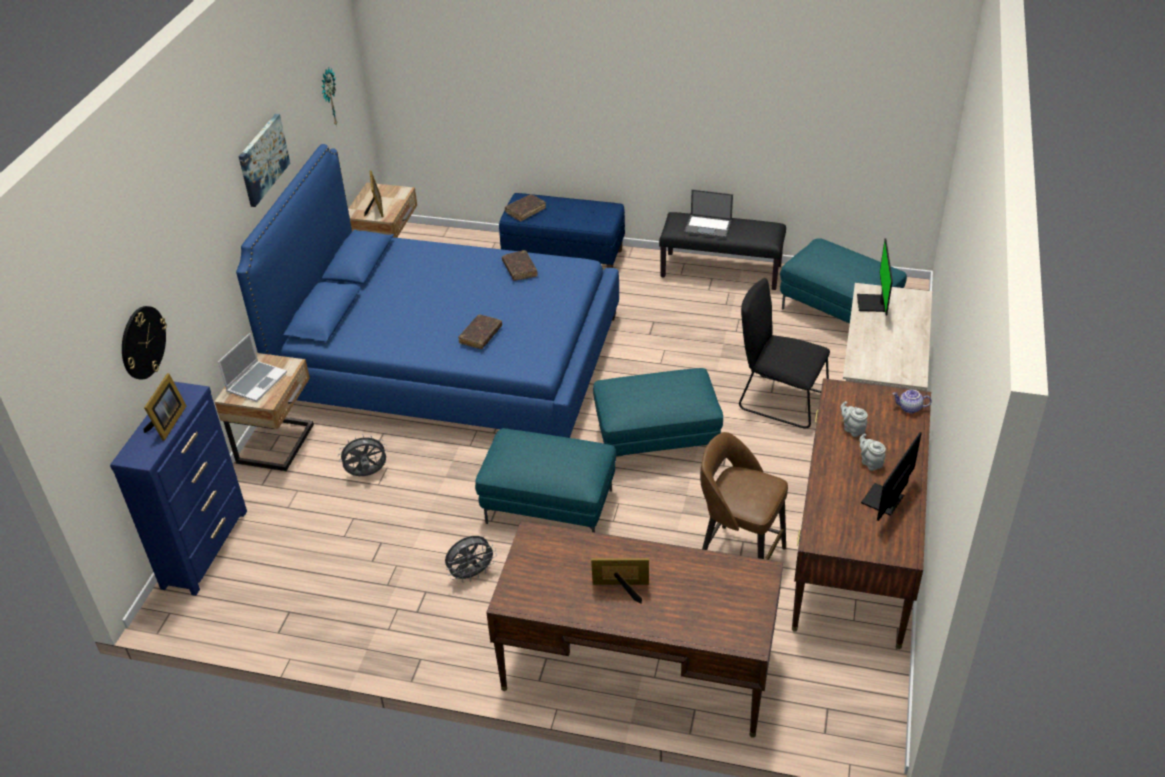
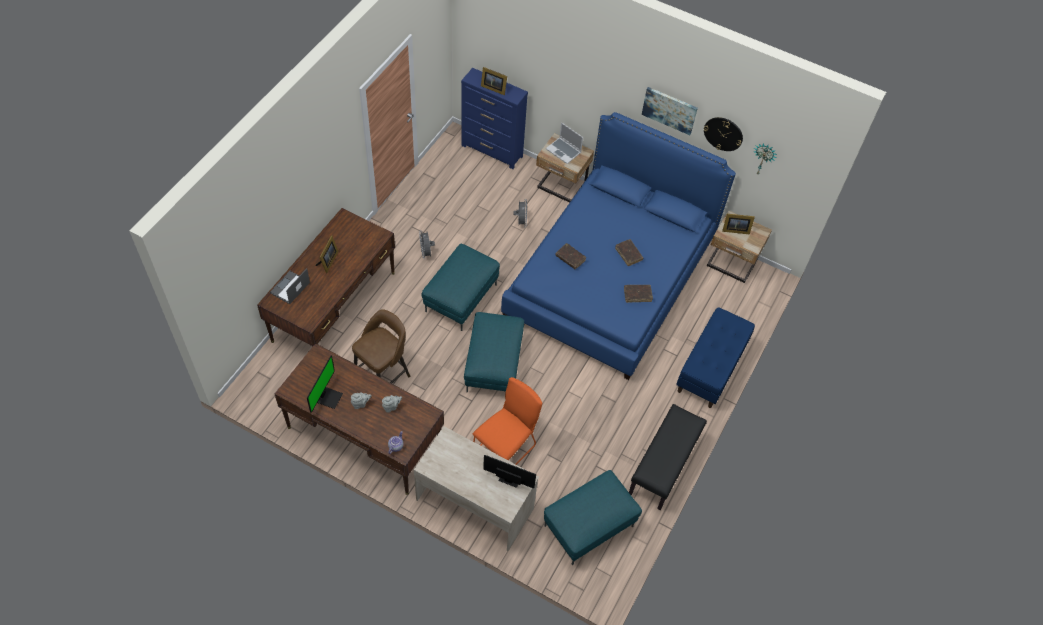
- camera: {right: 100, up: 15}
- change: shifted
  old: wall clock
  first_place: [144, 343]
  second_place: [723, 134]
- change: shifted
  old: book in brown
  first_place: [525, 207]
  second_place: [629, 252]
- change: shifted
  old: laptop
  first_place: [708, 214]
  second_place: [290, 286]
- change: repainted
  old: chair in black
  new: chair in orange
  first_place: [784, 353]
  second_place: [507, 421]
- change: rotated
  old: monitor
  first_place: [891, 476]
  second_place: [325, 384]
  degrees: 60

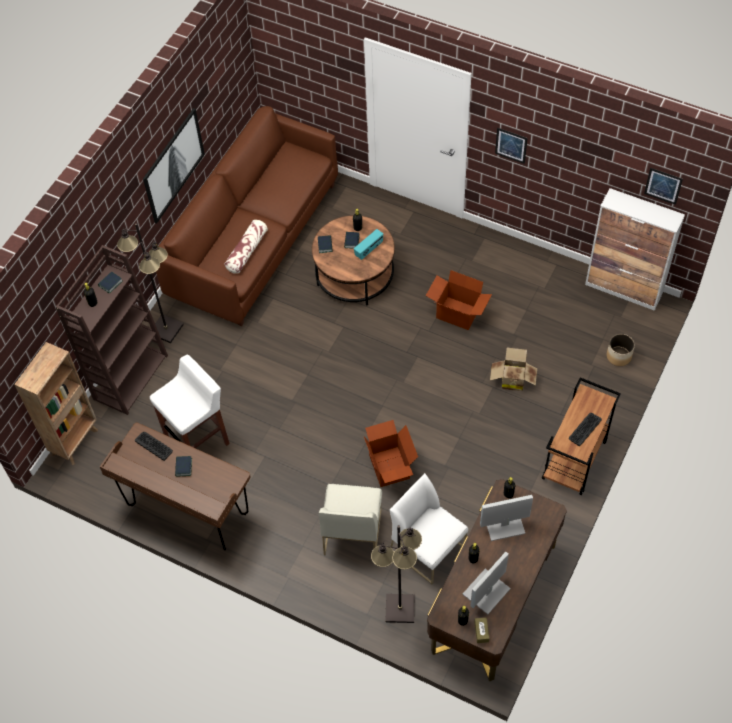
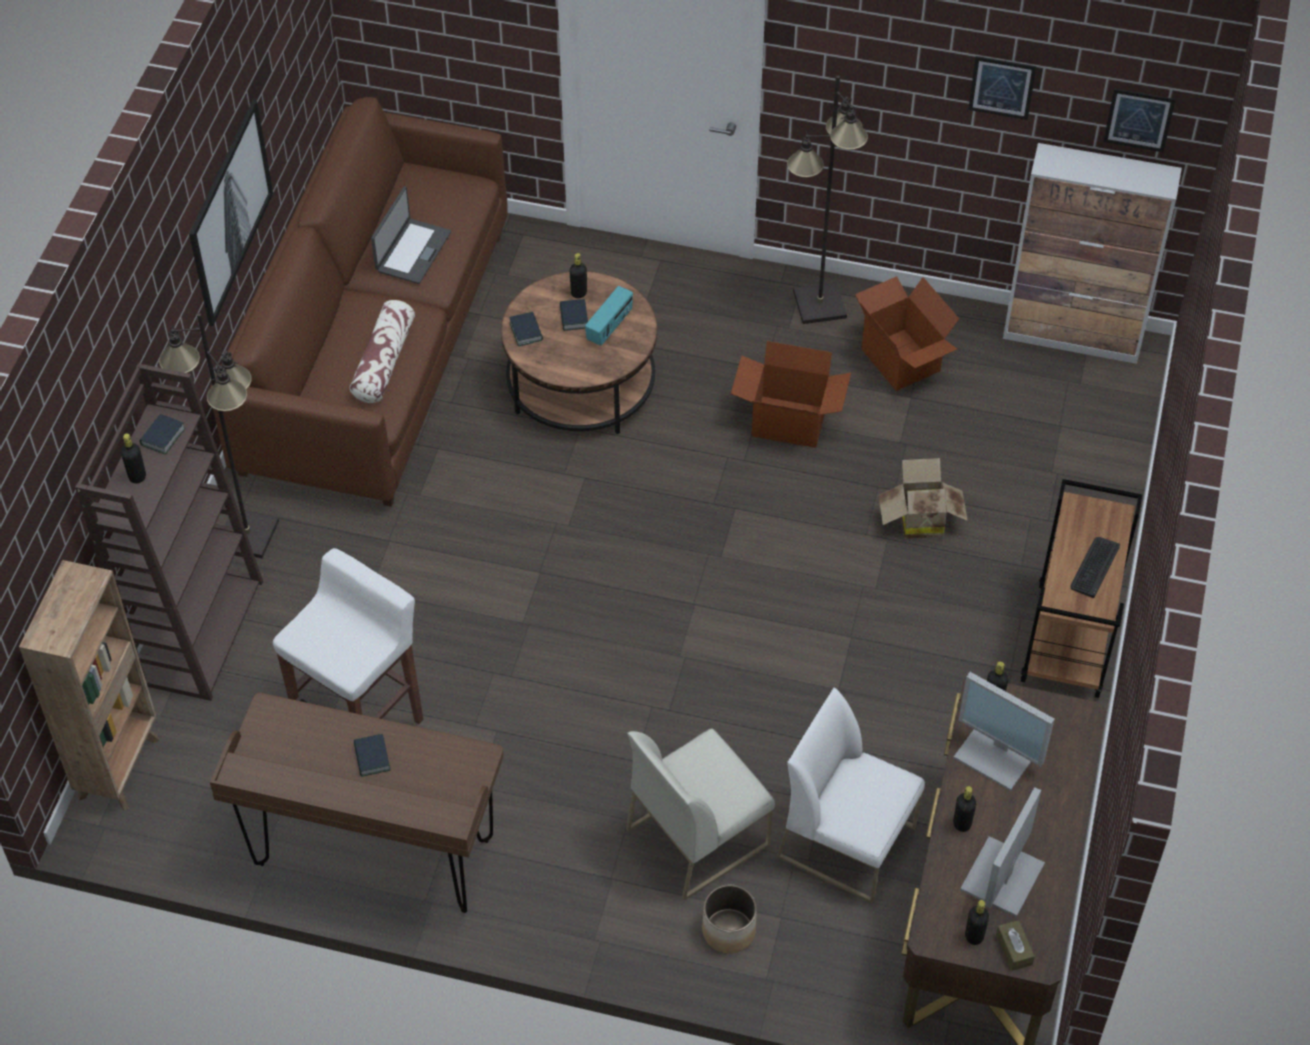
- camera: {right: -15, up: -5}
- change: gone
  old: keyboard
  first_place: [154, 446]
- change: new
  new: laptop
  second_place: [411, 235]
- change: shifted
  old: cardboard box
  first_place: [391, 453]
  second_place: [907, 333]
- change: shifted
  old: floor lamp in black
  first_place: [396, 574]
  second_place: [827, 199]
- change: shifted
  old: picture
  first_place: [511, 146]
  second_place: [1002, 88]
- change: shifted
  old: planter
  first_place: [621, 350]
  second_place: [729, 919]
- change: rotated
  old: chair in white
  first_place: [350, 519]
  second_place: [700, 814]
  degrees: 60
- change: rotated
  old: monitor
  first_place: [506, 518]
  second_place: [1004, 731]
  degrees: -120

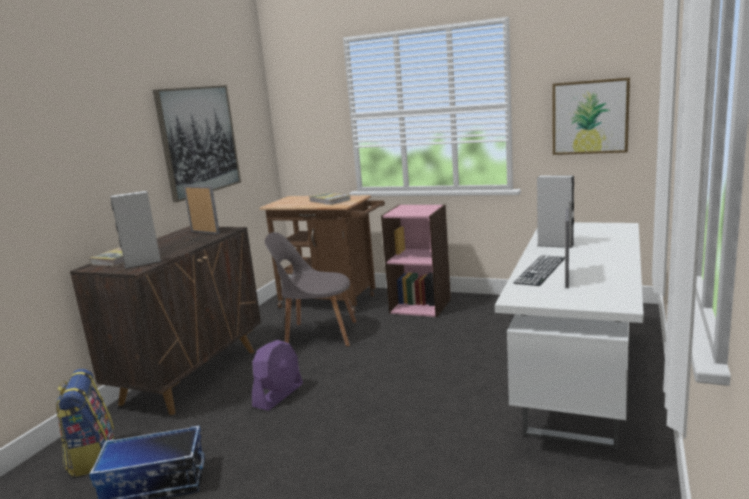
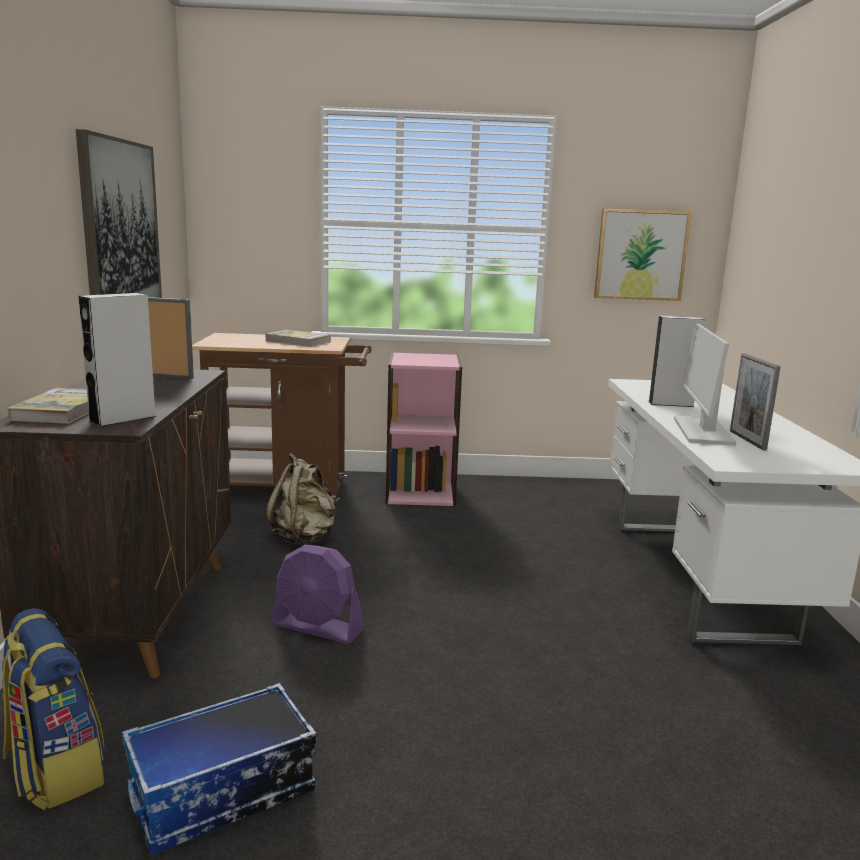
- camera: {right: -25, up: 0}
- change: swapped
  old: chair in grey
  new: backpack in beige
  first_place: [310, 289]
  second_place: [301, 498]
- change: swapped
  old: keyboard
  new: monitor
  first_place: [539, 270]
  second_place: [705, 384]
- change: rotated
  old: fan in purple
  first_place: [277, 375]
  second_place: [318, 594]
  degrees: 105

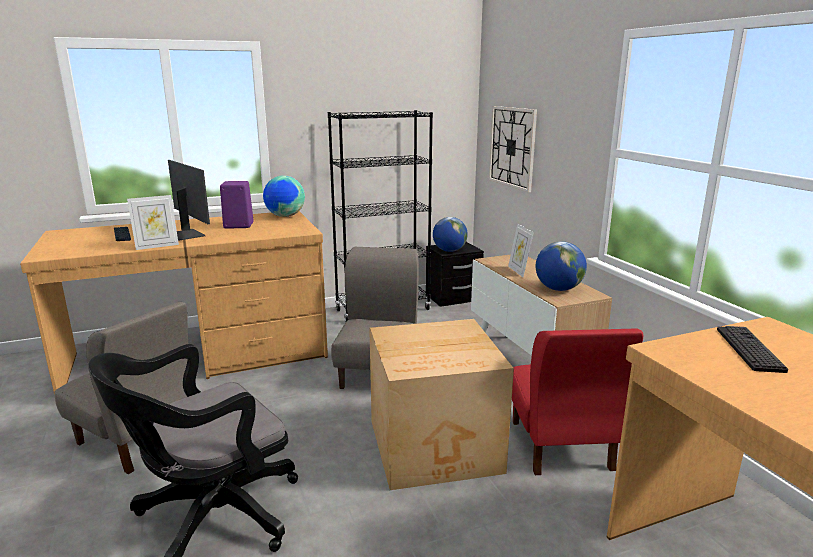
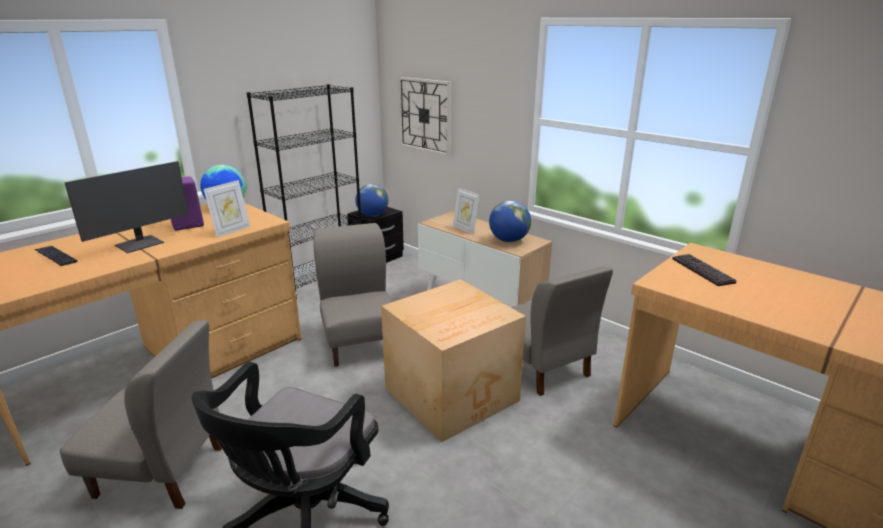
- camera: {right: -25, up: 5}
- change: shifted
  old: picture frame
  first_place: [153, 222]
  second_place: [226, 209]
- change: repainted
  old: chair in red
  new: chair in grey
  first_place: [577, 401]
  second_place: [562, 331]
- change: rotated
  old: monitor
  first_place: [189, 200]
  second_place: [126, 207]
  degrees: 105

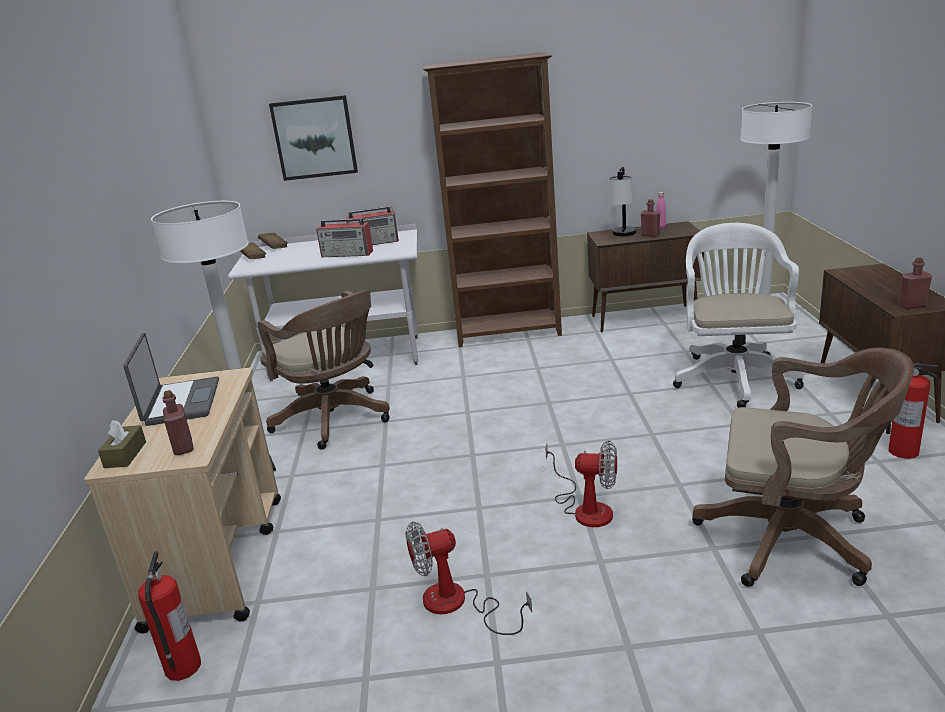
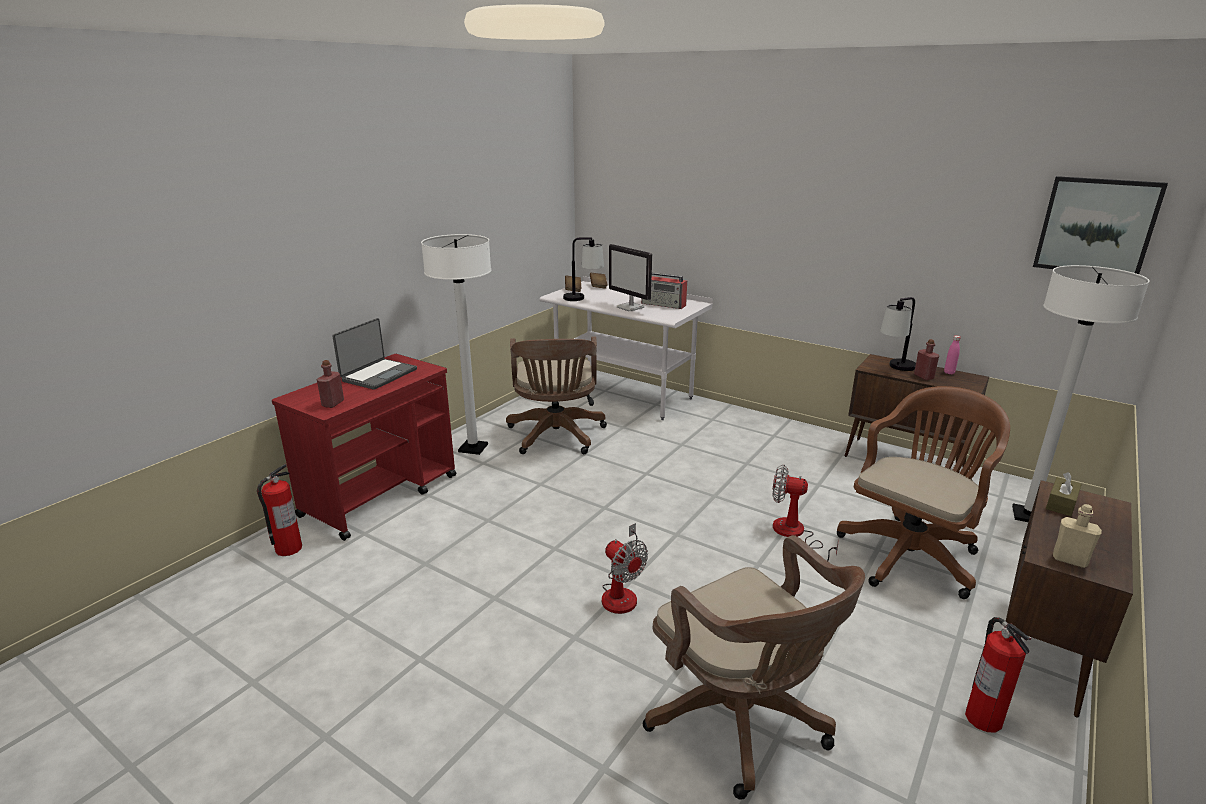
- camera: {right: 35, up: 0}
- change: gone
  old: bookcase in brown
  first_place: [492, 199]
- change: new
  new: table lamp
  second_place: [583, 269]
- change: shifted
  old: tissue box in brown
  first_place: [122, 444]
  second_place: [1064, 494]
- change: shifted
  old: picture
  first_place: [313, 138]
  second_place: [1100, 225]
- change: shifted
  old: fan
  first_place: [469, 578]
  second_place: [805, 512]
- change: swapped
  old: radio
  new: monitor
  first_place: [344, 237]
  second_place: [630, 277]
- change: repainted
  old: cart in beige
  new: cart in red
  first_place: [182, 500]
  second_place: [364, 447]
- change: repainted
  old: office chair in white
  new: office chair in brown
  first_place: [738, 315]
  second_place: [923, 492]
- change: repainted
  old: bottle in red
  new: bottle in beige
  first_place: [915, 283]
  second_place: [1077, 536]

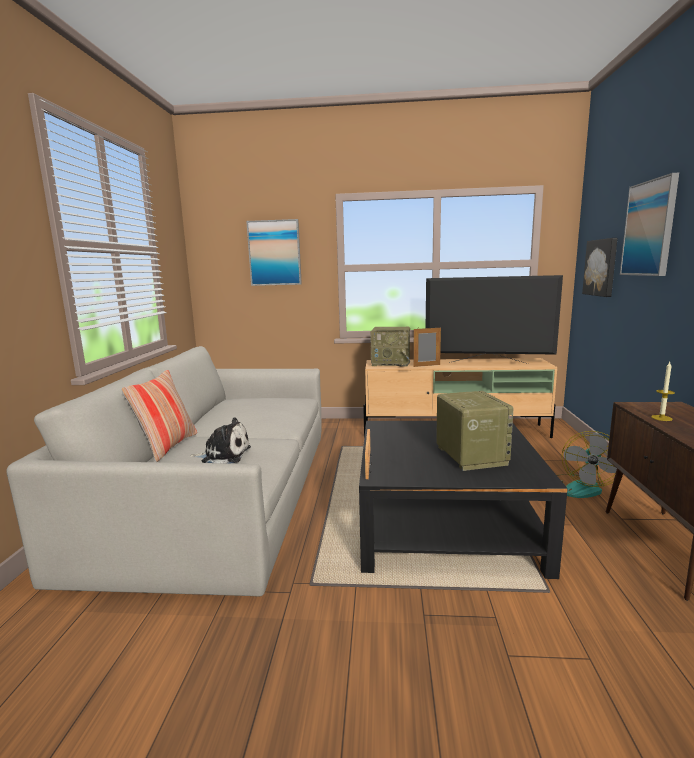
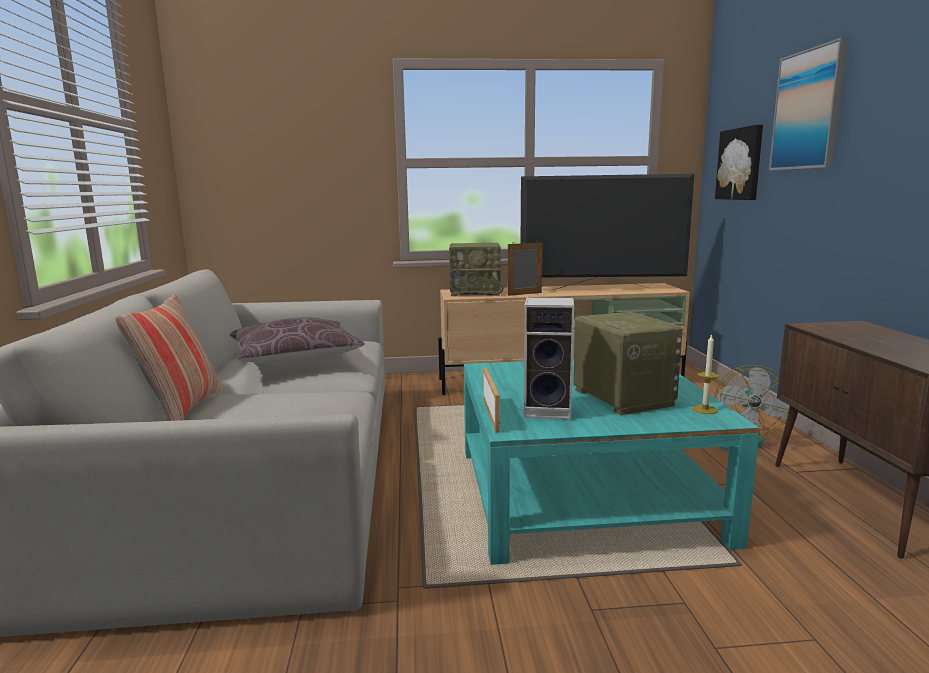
- camera: {right: -10, up: 0}
- change: gone
  old: plush toy
  first_place: [220, 440]
- change: gone
  old: picture
  first_place: [274, 252]
- change: new
  new: pillow in brown
  second_place: [297, 341]
- change: new
  new: speaker
  second_place: [549, 358]
- change: shifted
  old: candle
  first_place: [663, 391]
  second_place: [705, 374]
- change: repainted
  old: coffee table in black
  new: coffee table in turquoise
  first_place: [463, 500]
  second_place: [612, 462]

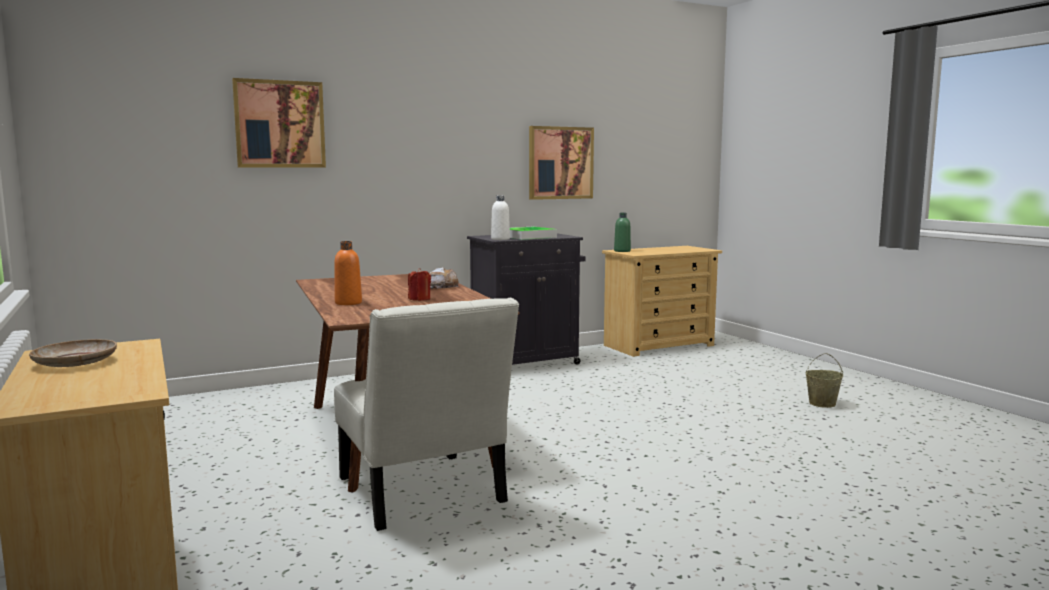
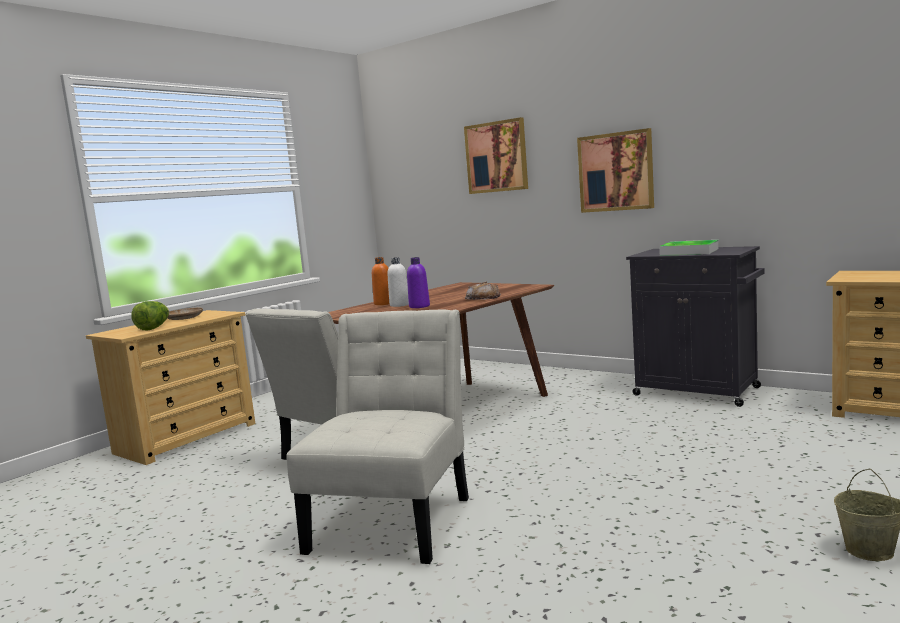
- camera: {right: 65, up: 0}
- change: gone
  old: bottle in green
  first_place: [622, 232]
- change: new
  new: lettuce
  second_place: [150, 315]
- change: new
  new: chair in white
  second_place: [377, 437]
- change: shifted
  old: bottle in white
  first_place: [500, 217]
  second_place: [398, 282]
- change: shifted
  old: picture
  first_place: [561, 163]
  second_place: [615, 170]
- change: swapped
  old: candle in red
  new: bottle in purple
  first_place: [419, 284]
  second_place: [418, 282]

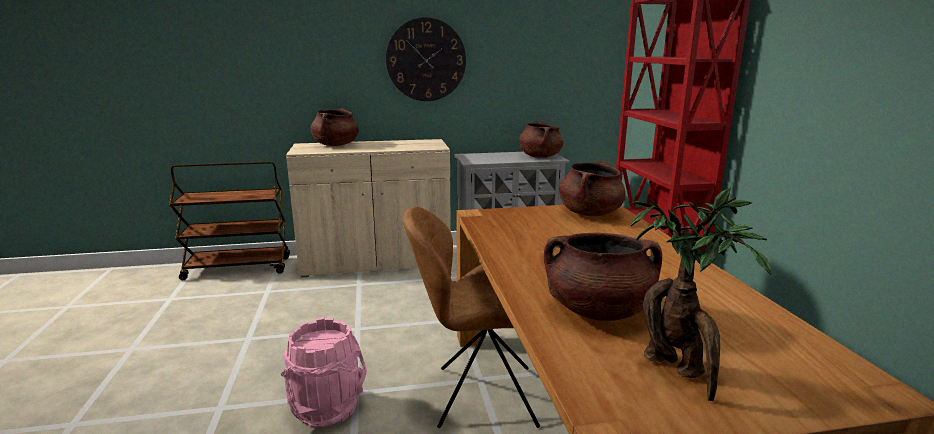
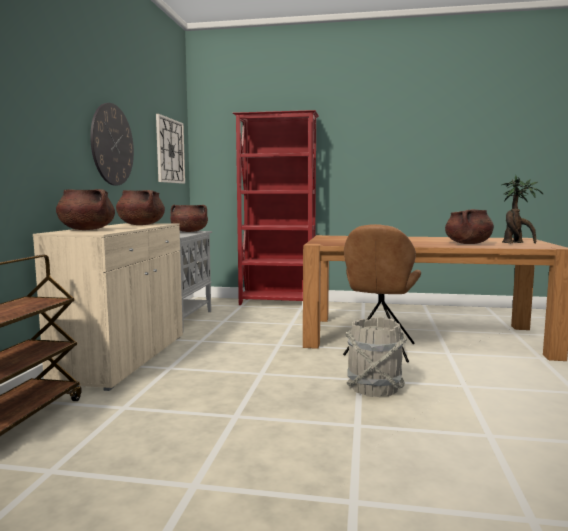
- camera: {right: -70, up: -10}
- change: new
  new: wall clock
  second_place: [170, 149]
- change: shifted
  old: cooking pot in brown
  first_place: [592, 188]
  second_place: [140, 207]
- change: repainted
  old: bucket in pink
  new: bucket in grey
  first_place: [324, 372]
  second_place: [376, 357]

